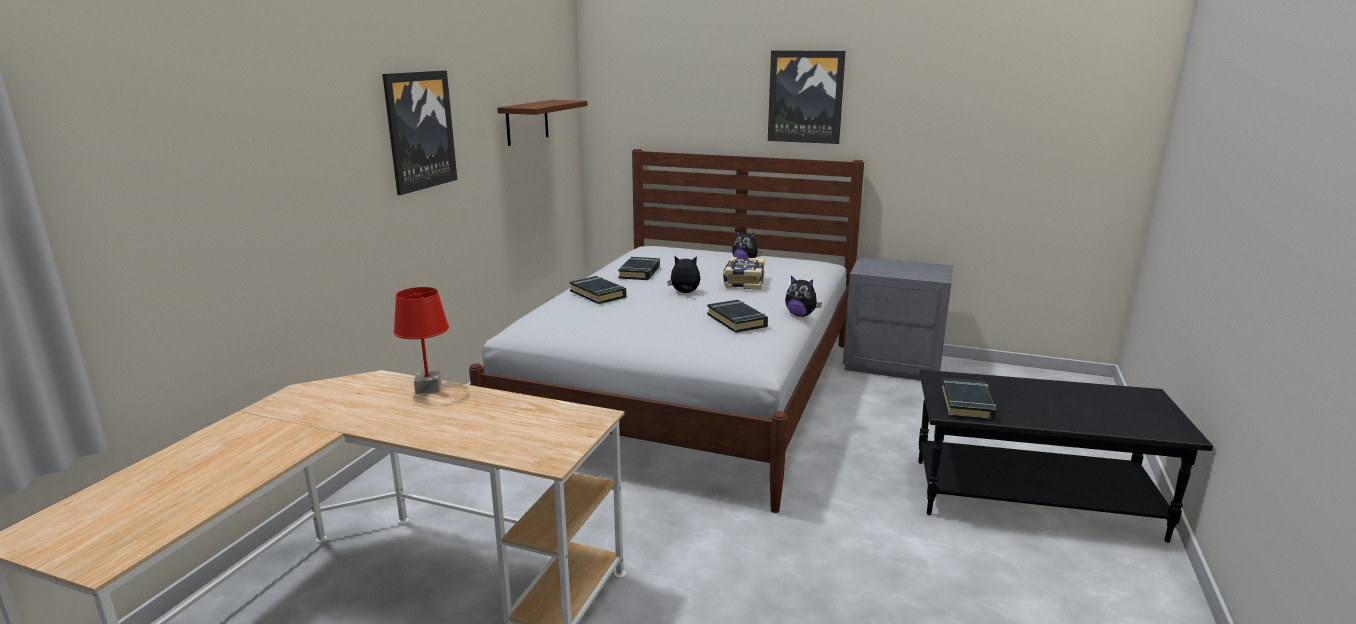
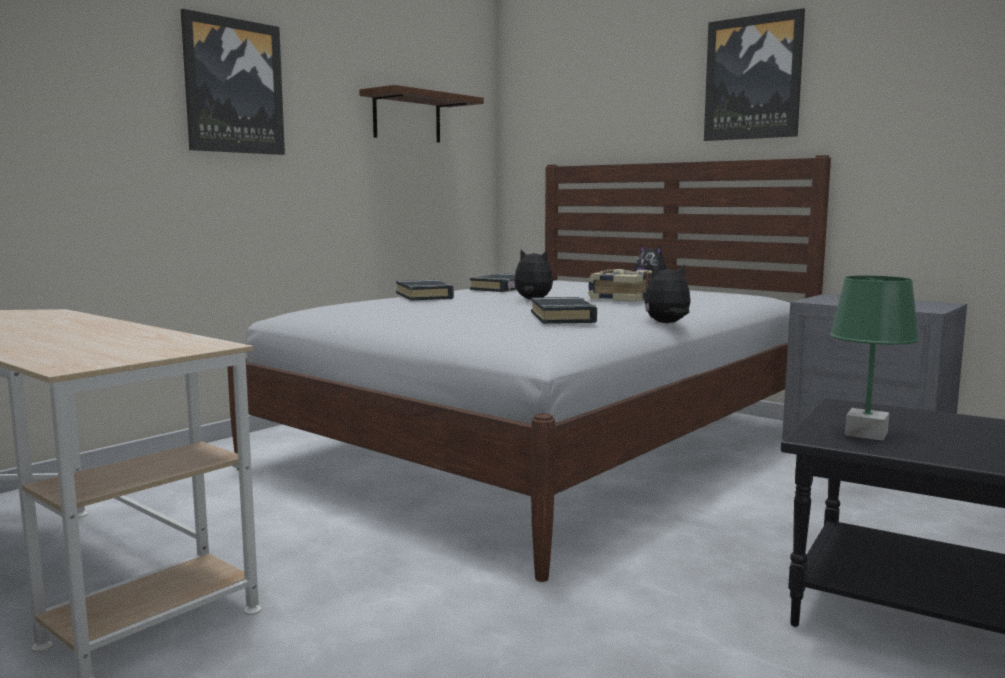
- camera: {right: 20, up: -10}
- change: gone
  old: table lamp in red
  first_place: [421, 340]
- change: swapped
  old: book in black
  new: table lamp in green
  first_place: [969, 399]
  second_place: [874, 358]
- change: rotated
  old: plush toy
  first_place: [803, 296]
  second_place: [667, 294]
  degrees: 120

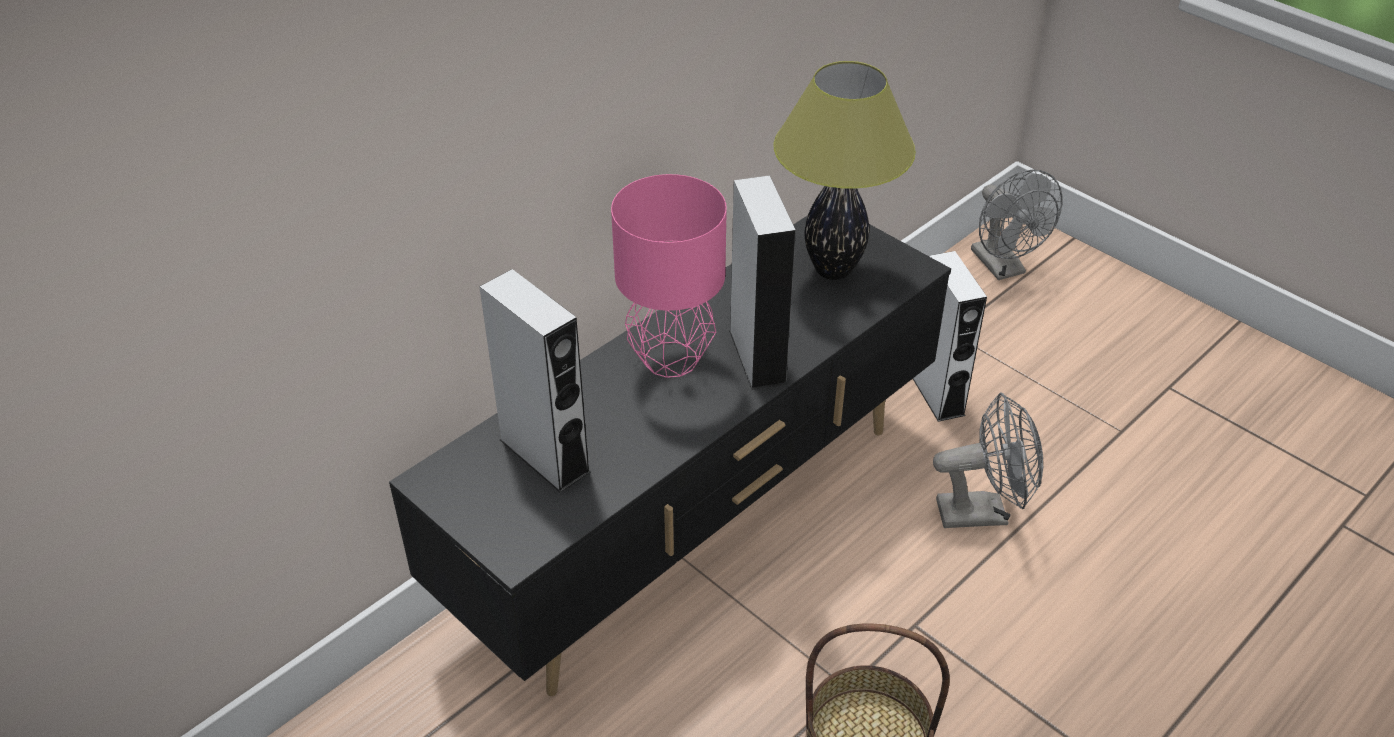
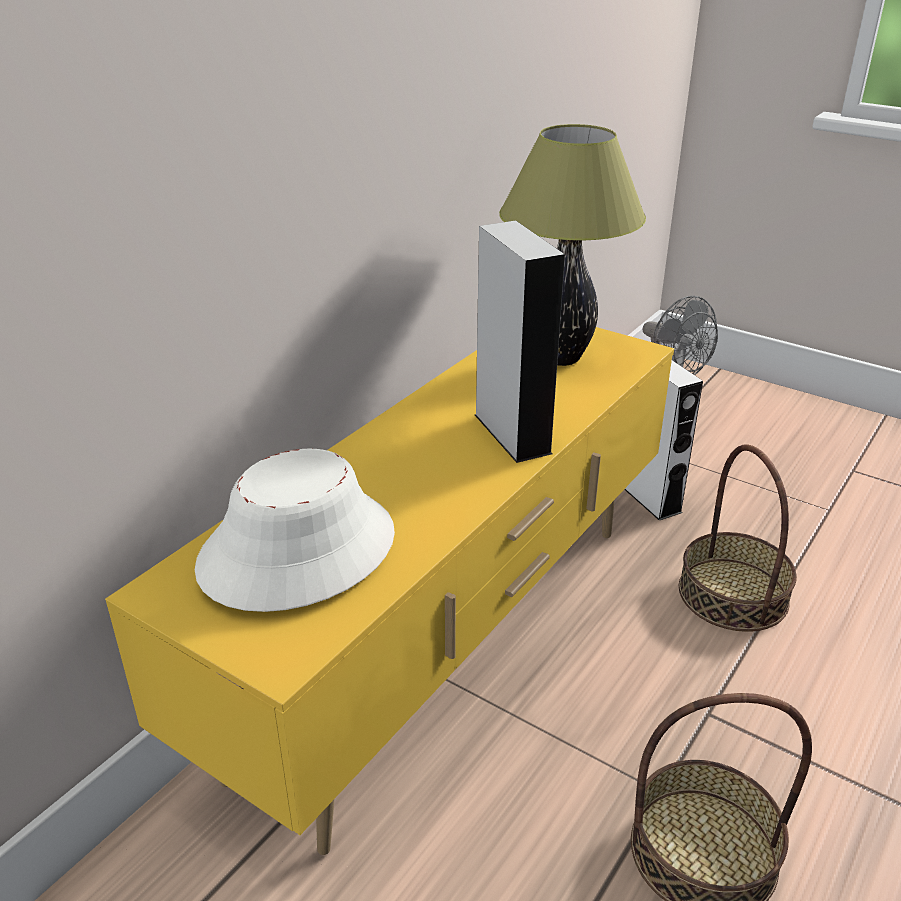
- camera: {right: -10, up: -10}
- change: gone
  old: table lamp in pink
  first_place: [669, 276]
- change: swapped
  old: speaker in grey
  new: hat in white
  first_place: [535, 381]
  second_place: [295, 530]
- change: swapped
  old: fan in grey
  new: basket
  first_place: [988, 460]
  second_place: [738, 538]
- change: repainted
  old: tv stand in black
  new: tv stand in yellow
  first_place: [670, 455]
  second_place: [389, 591]

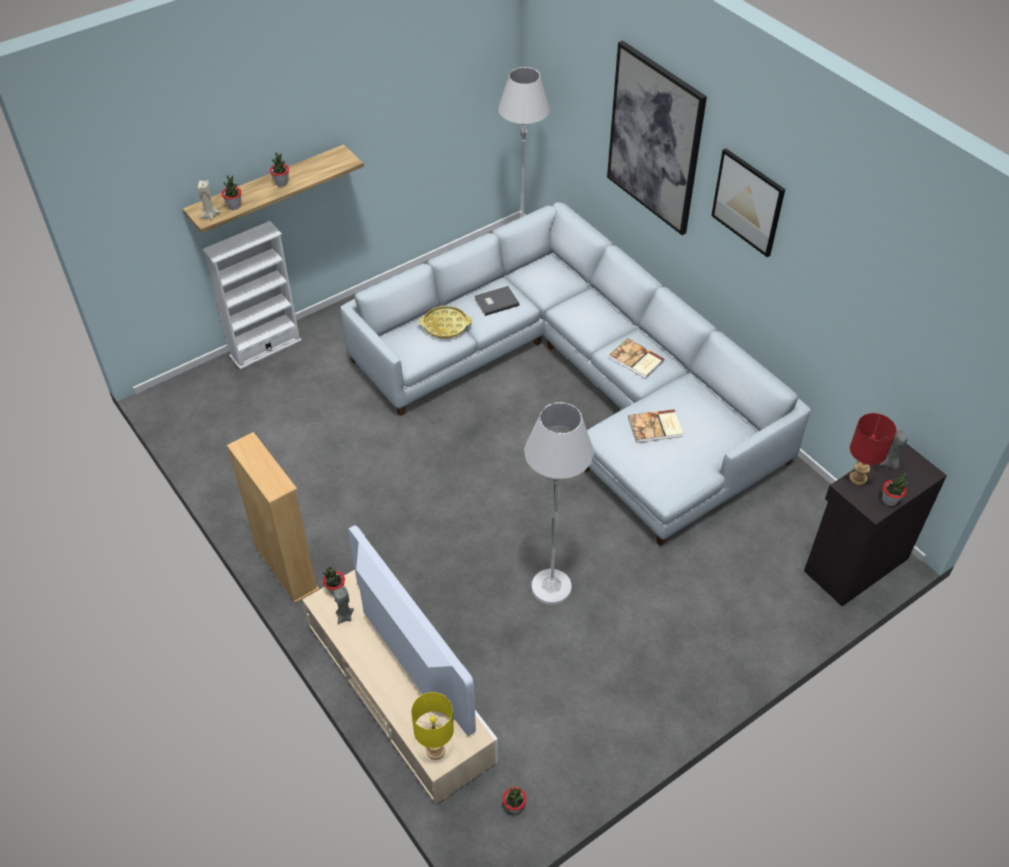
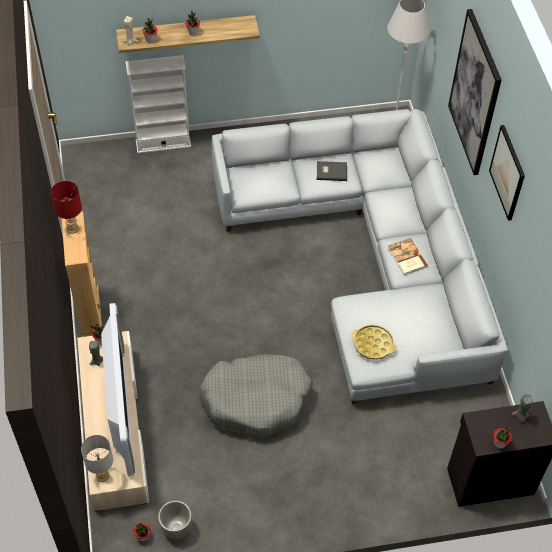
- camera: {right: 25, up: 5}
- change: gone
  old: book
  first_place: [655, 426]
- change: new
  new: planter
  second_place: [175, 519]
- change: shifted
  old: tray in yellow
  first_place: [445, 322]
  second_place: [374, 342]
- change: shifted
  old: table lamp in red
  first_place: [872, 449]
  second_place: [66, 207]
- change: swapped
  old: floor lamp in white
  new: dog bed in grey
  first_place: [559, 503]
  second_place: [256, 396]
- change: repainted
  old: table lamp in yellow
  new: table lamp in grey
  first_place: [432, 726]
  second_place: [97, 458]

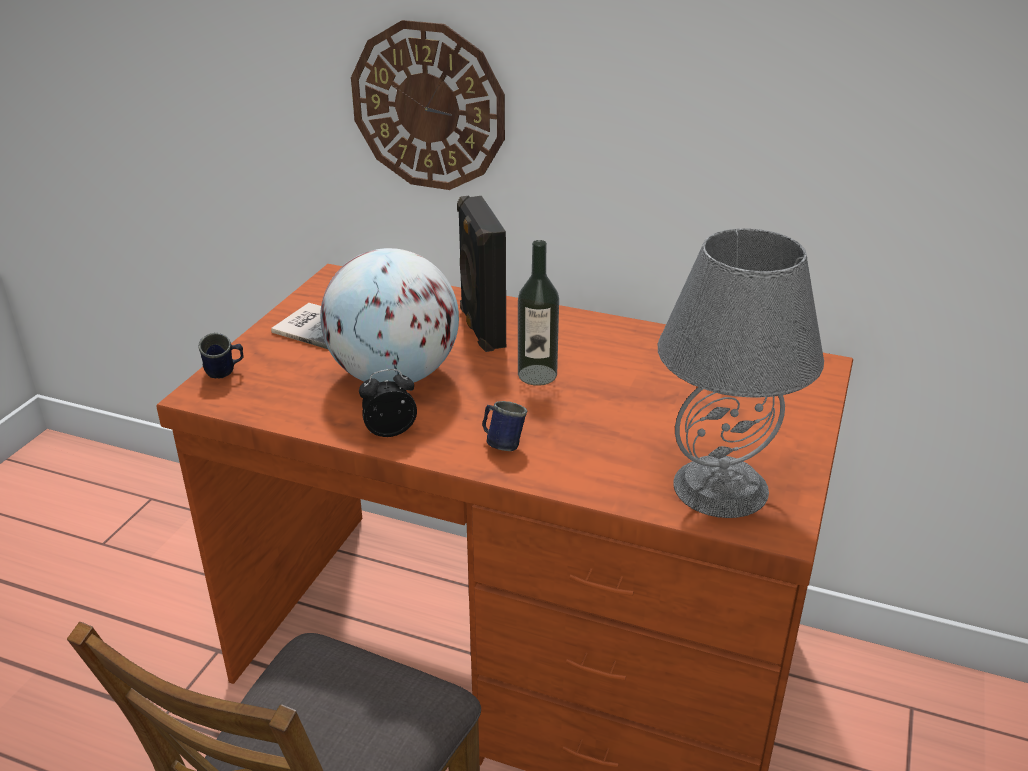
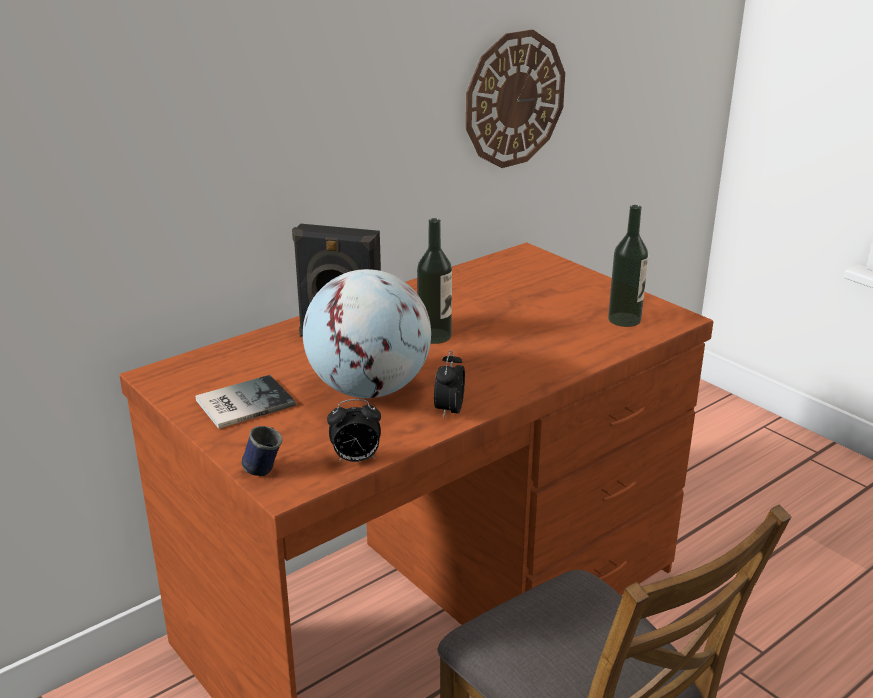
- camera: {right: -60, up: -5}
- change: gone
  old: mug in blue
  first_place: [504, 426]
- change: new
  new: alarm clock
  second_place: [354, 430]
- change: shifted
  old: wall clock
  first_place: [428, 105]
  second_place: [515, 99]
- change: swapped
  old: table lamp in grey
  new: bottle
  first_place: [741, 373]
  second_place: [628, 266]

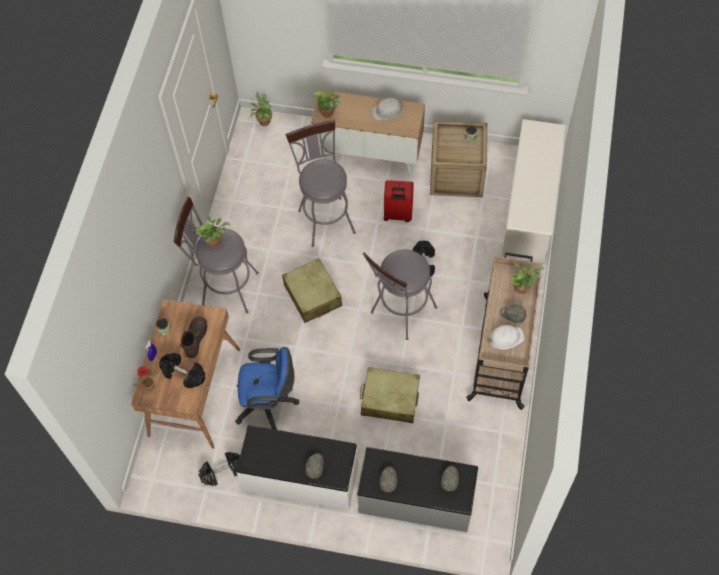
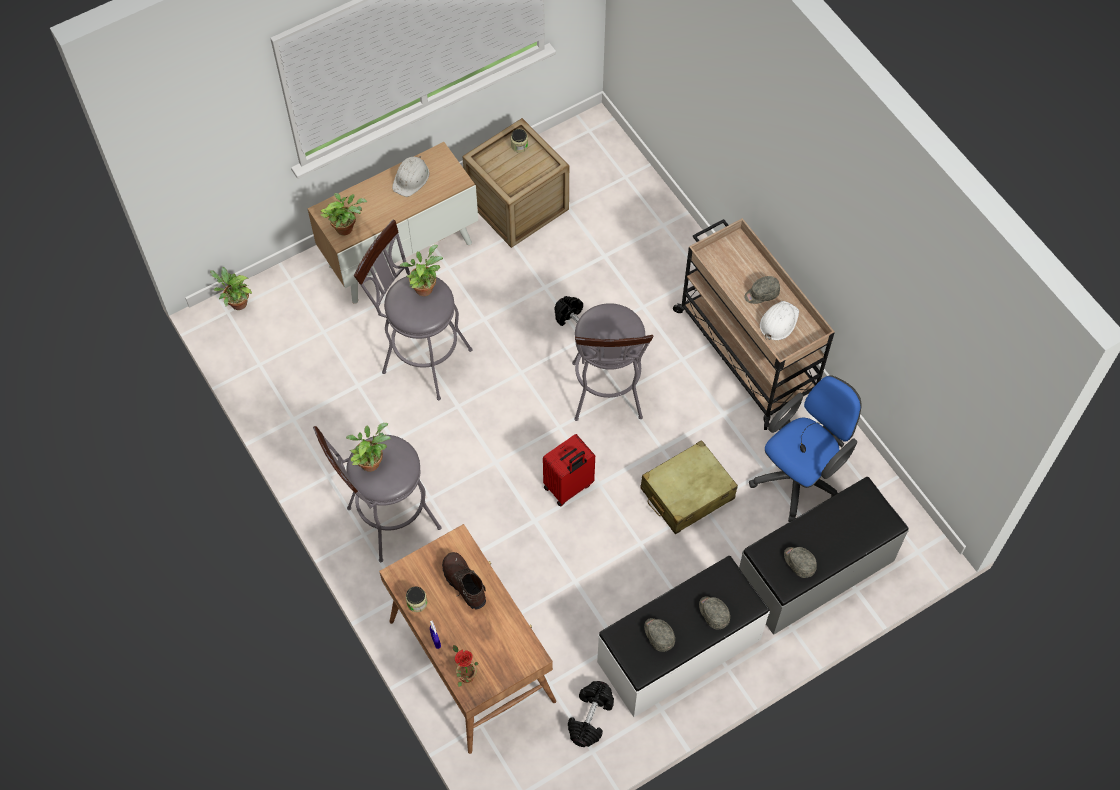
- camera: {right: -45, up: 0}
- change: gone
  old: dumbbell in black
  first_place: [182, 370]
- change: gone
  old: suitcase in beige
  first_place: [312, 290]
- change: gone
  old: shoe rack in white
  first_place: [534, 190]
- change: shifted
  old: office chair in blue
  first_place: [267, 388]
  second_place: [805, 448]
- change: shifted
  old: suitcase in red
  first_place: [399, 201]
  second_place: [569, 470]
- change: shifted
  old: cap in grey
  first_place: [450, 478]
  second_place: [659, 635]
- change: shifted
  old: potted plant
  first_place: [527, 278]
  second_place: [421, 270]

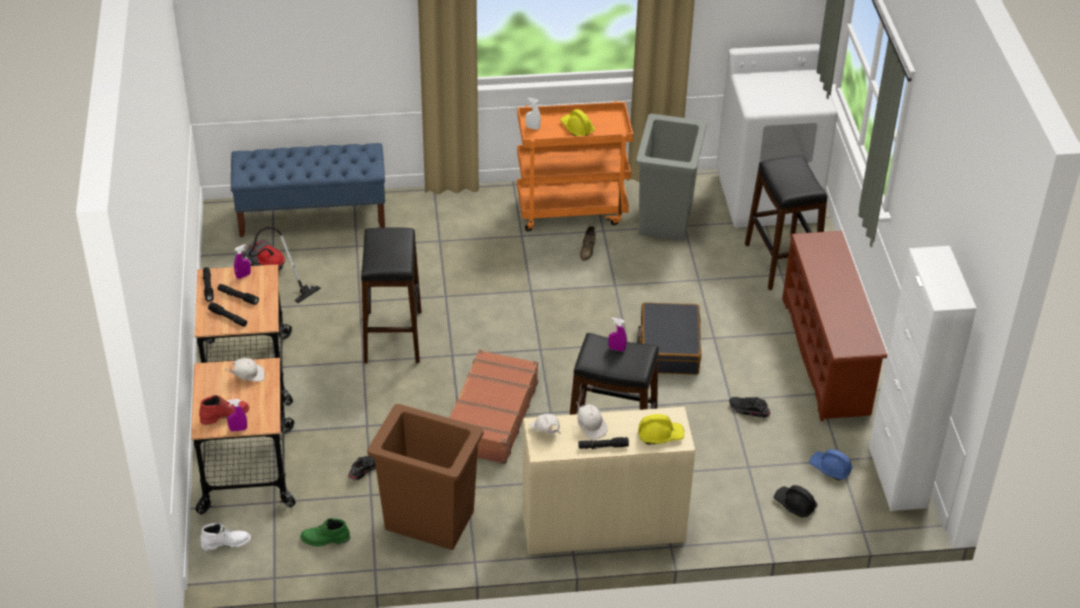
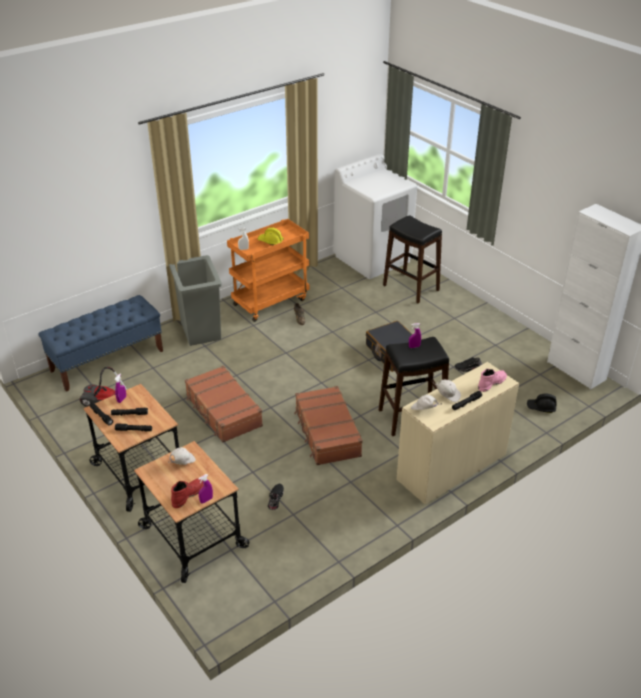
- camera: {right: -30, up: -5}
- change: gone
  old: boot in white
  first_place: [225, 537]
- change: gone
  old: boot in green
  first_place: [325, 532]
- change: gone
  old: trash can in brown
  first_place: [425, 477]
- change: gone
  old: shoe rack in brown
  first_place: [834, 326]
- change: gone
  old: hard hat in blue
  first_place: [831, 465]
- change: shifted
  old: trash can in grey
  first_place: [671, 177]
  second_place: [195, 300]
- change: swapped
  old: stool in black
  new: suitcase in brown
  first_place: [391, 295]
  second_place: [224, 404]
- change: swapped
  old: hard hat in yellow
  new: boot in pink
  first_place: [661, 429]
  second_place: [492, 380]

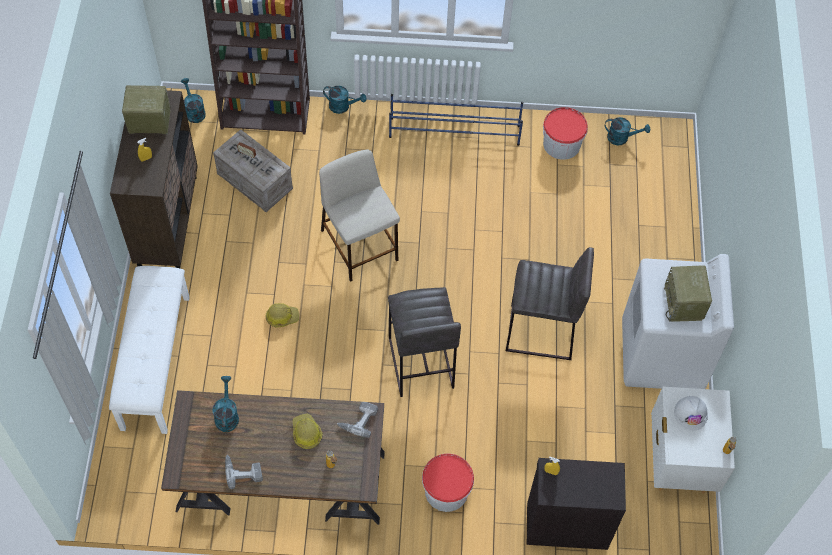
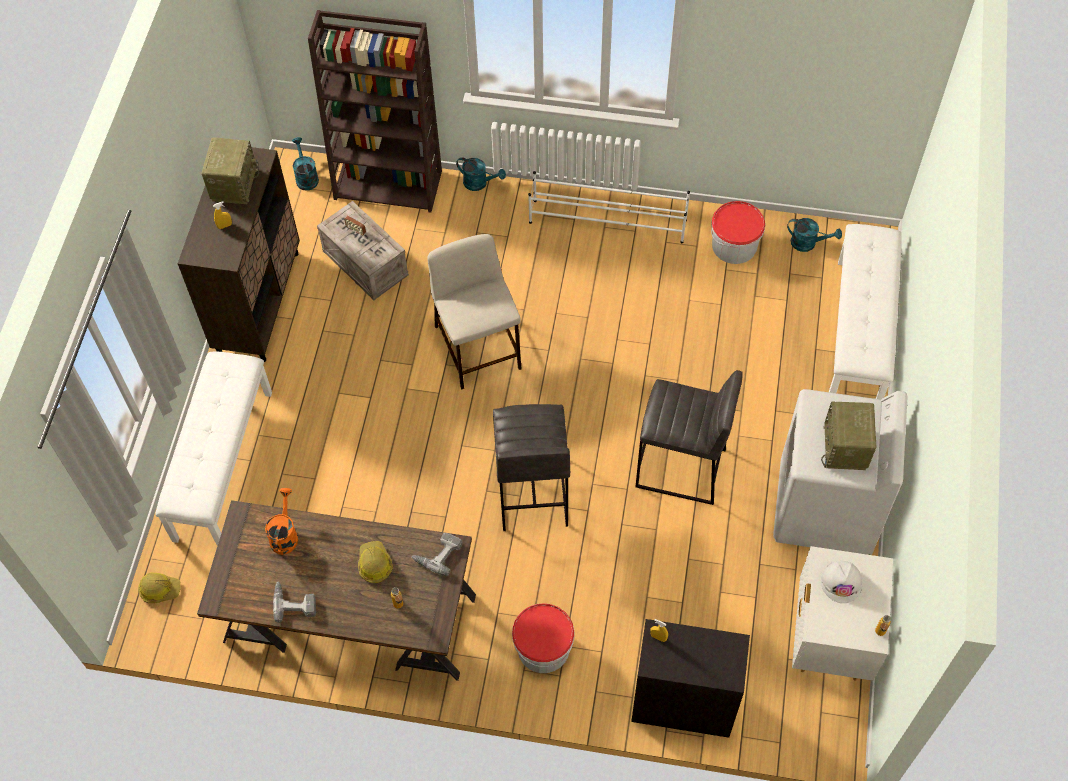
- camera: {right: 10, up: 0}
- change: new
  new: bench in white
  second_place: [865, 312]
- change: shifted
  old: hard hat
  first_place: [282, 315]
  second_place: [159, 588]
- change: repainted
  old: watering can in turquoise
  new: watering can in orange
  first_place: [225, 404]
  second_place: [281, 521]
- change: repainted
  old: shoe rack in blue
  new: shoe rack in white
  first_place: [456, 120]
  second_place: [609, 207]
- change: rotated
  old: radio
  first_place: [146, 109]
  second_place: [230, 170]
  degrees: 90

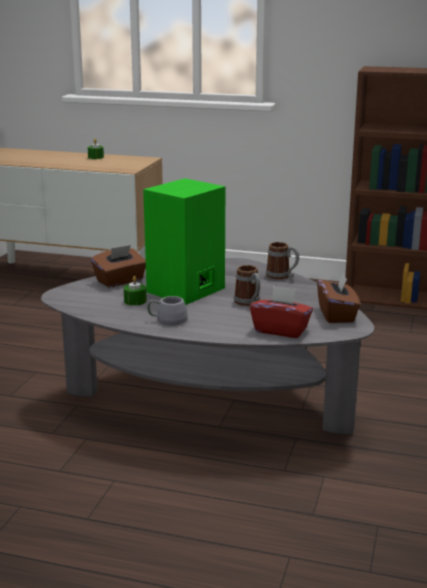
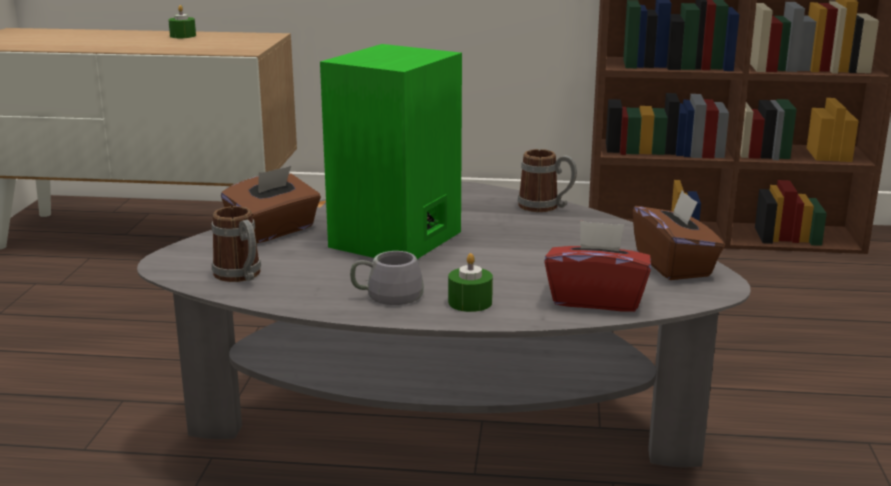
- camera: {right: -10, up: 0}
- change: shifted
  old: candle in green
  first_place: [135, 291]
  second_place: [470, 282]
- change: shifted
  old: mug
  first_place: [247, 285]
  second_place: [236, 244]

